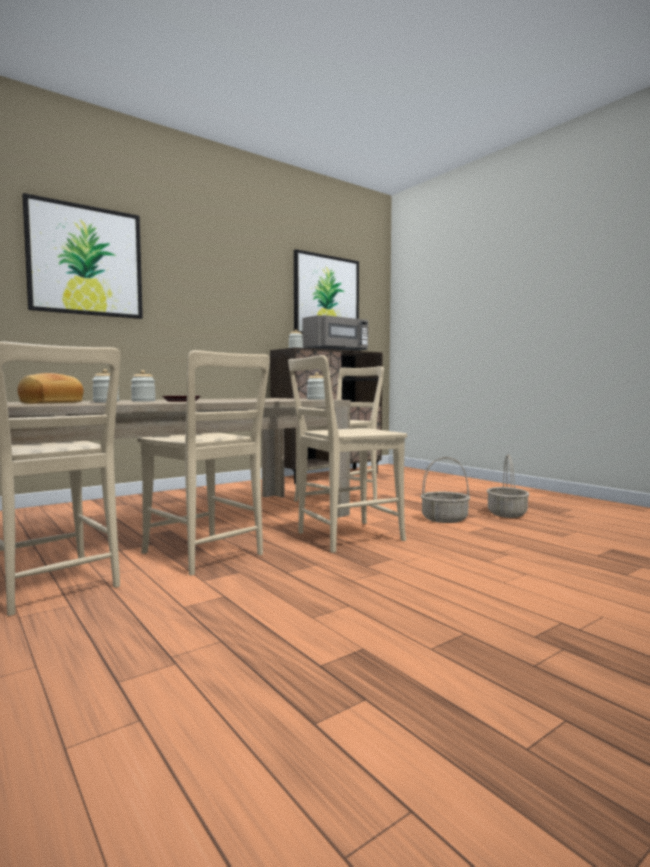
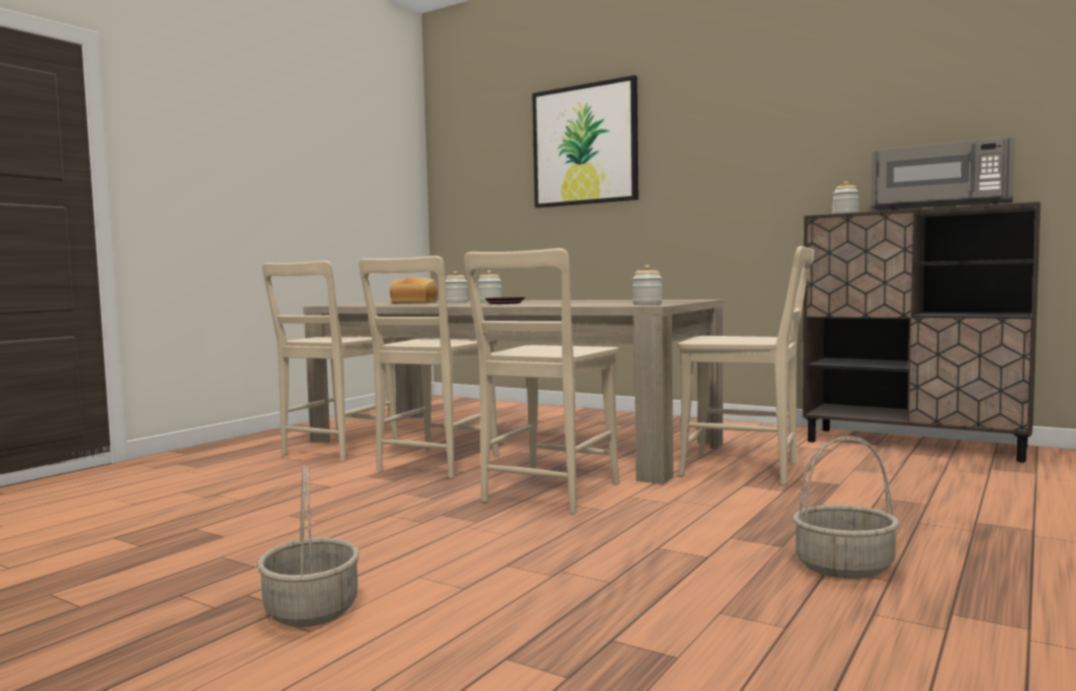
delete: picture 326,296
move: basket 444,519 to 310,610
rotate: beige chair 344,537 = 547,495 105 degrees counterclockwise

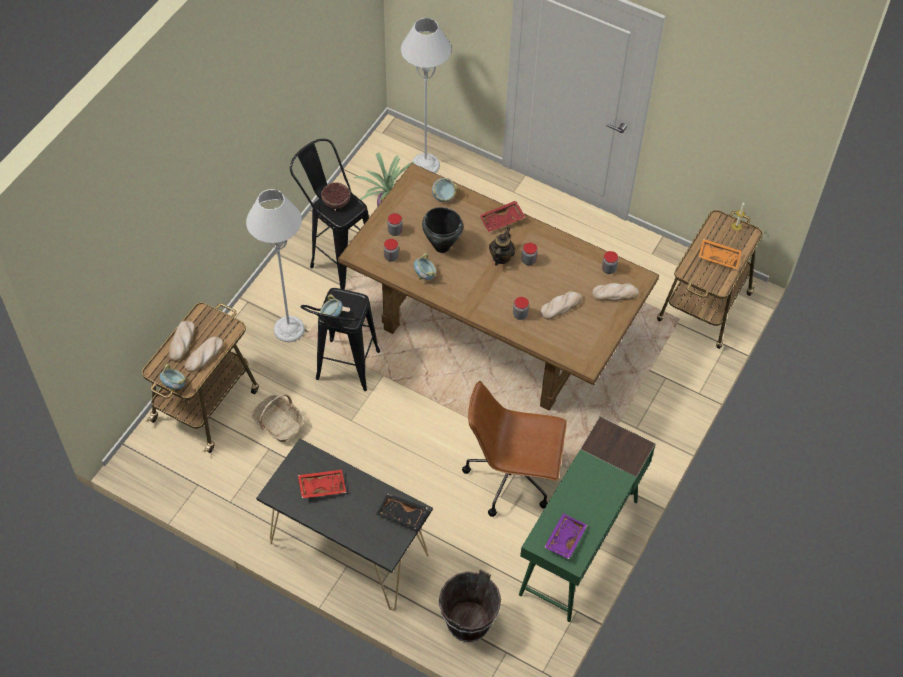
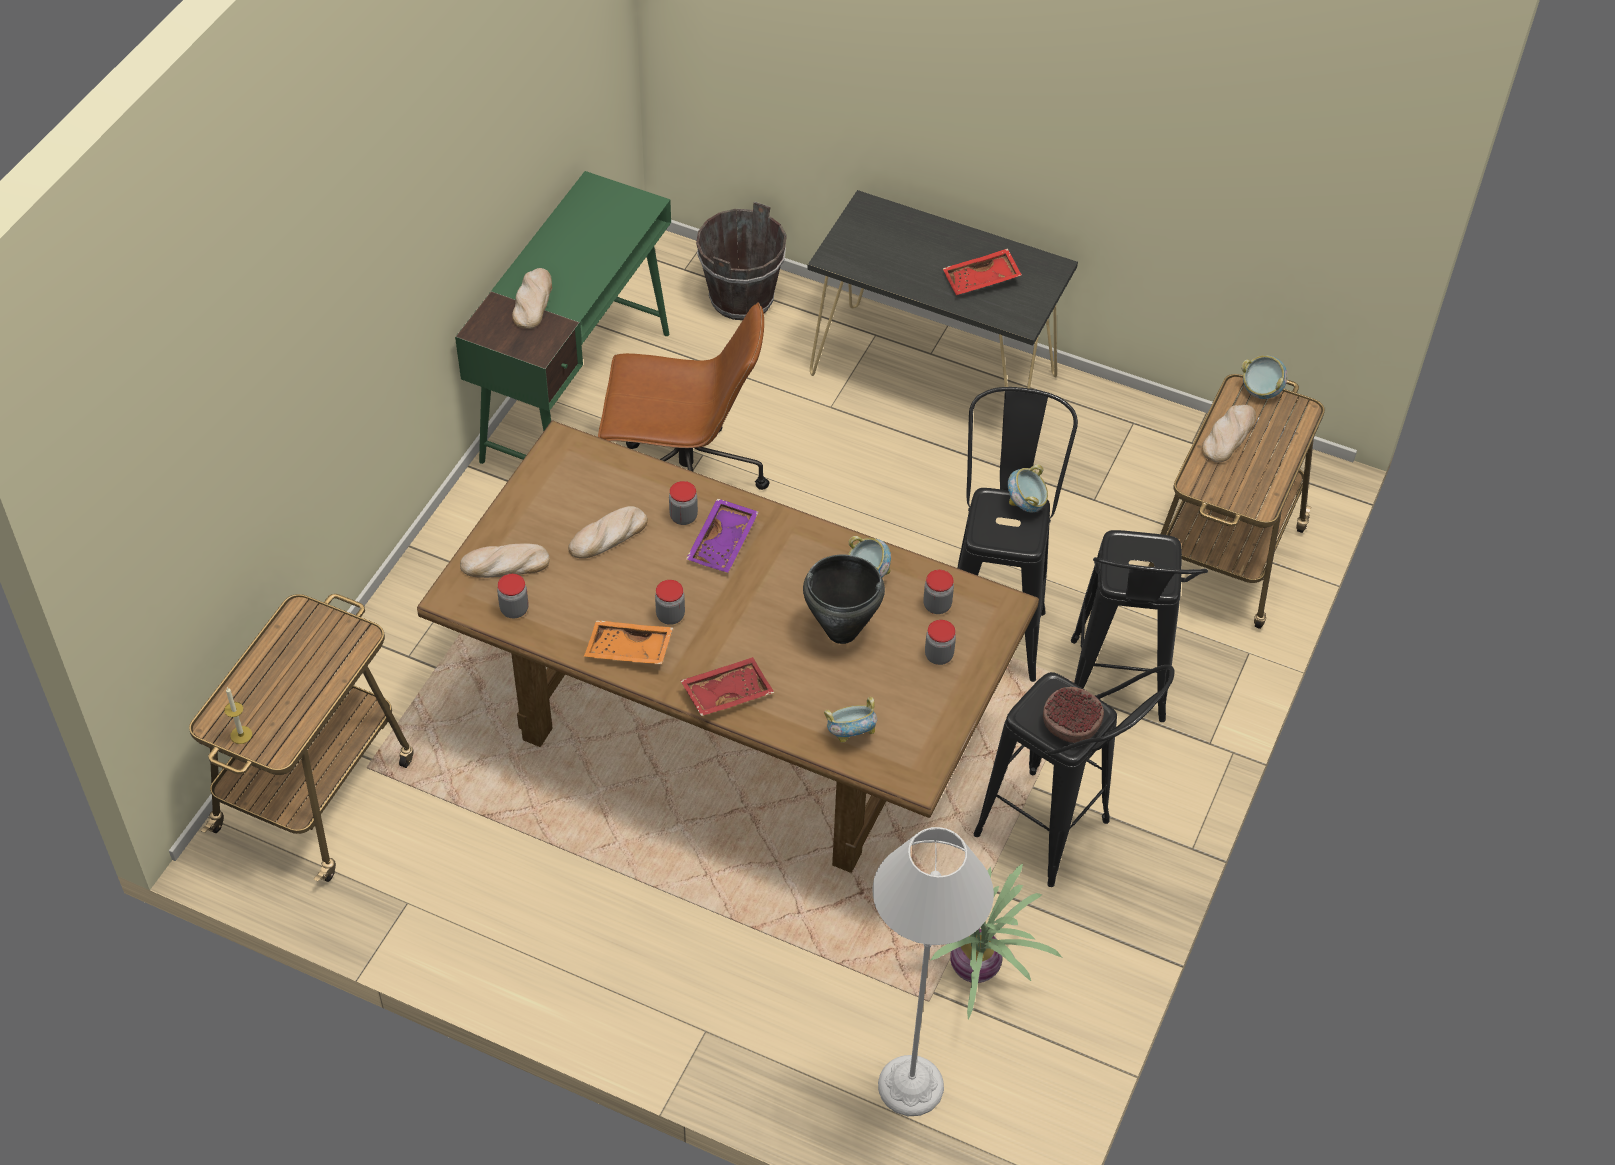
delete: basket 278,423; black tray 401,515; teapot 501,257
move: bread 182,342 to 532,301; purple tray 564,538 to 724,543; orange tray 719,257 to 628,651
replace: grey floor lamp 289,329 to black stool 1116,696

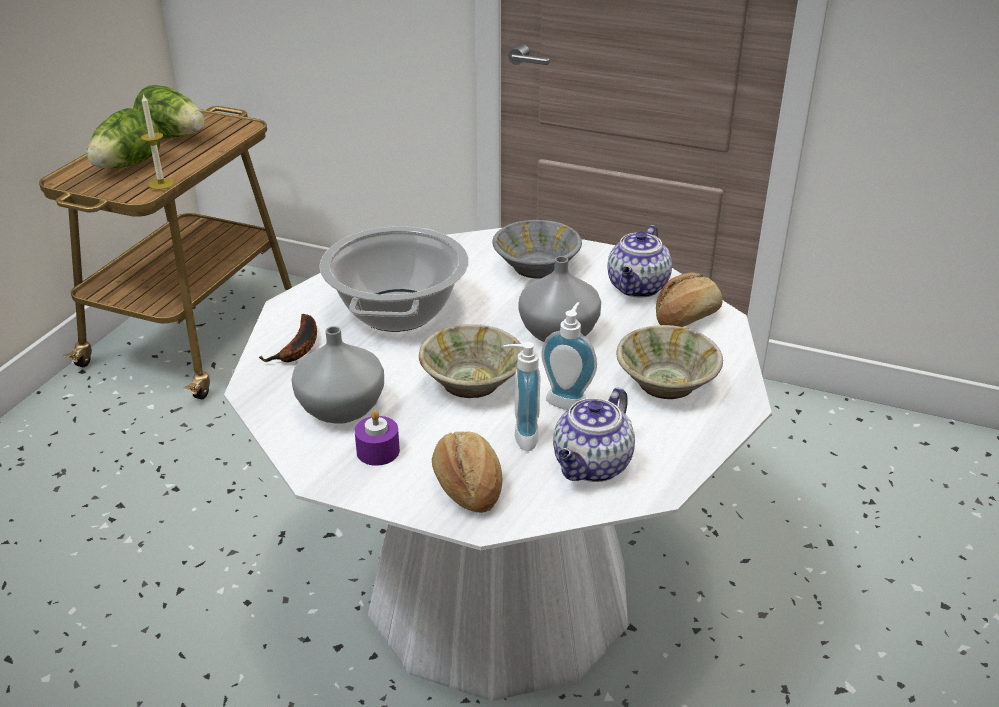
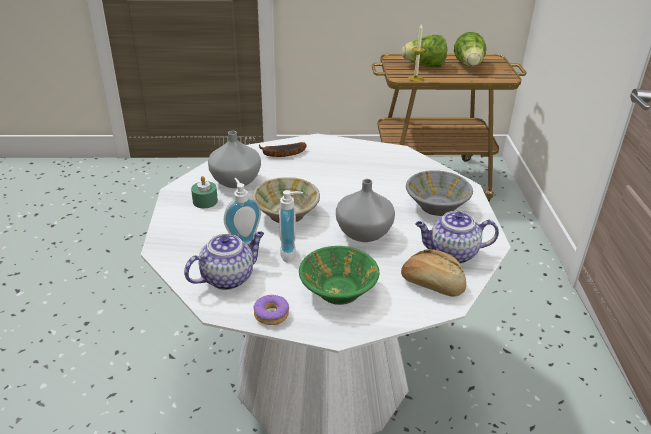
delete: cooking pot 397,310; bread 466,486
insert: donut 271,314
recolor: purple candle 378,451 to green candle 205,201; beige bowl 666,384 to green bowl 337,291
rotate: teapot 592,466 = 228,277 135 degrees clockwise

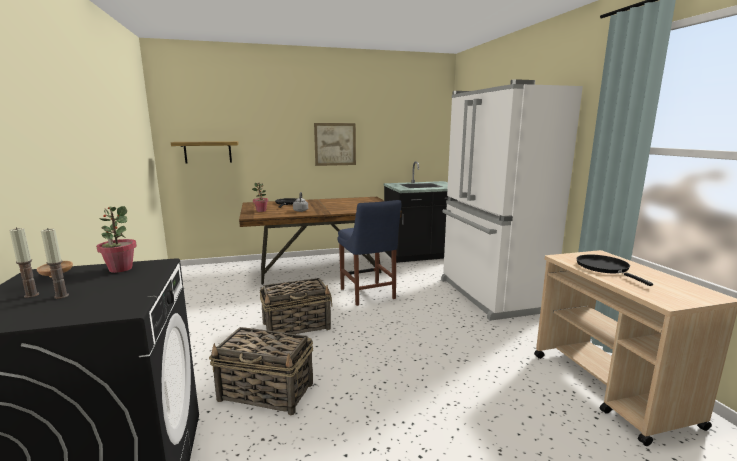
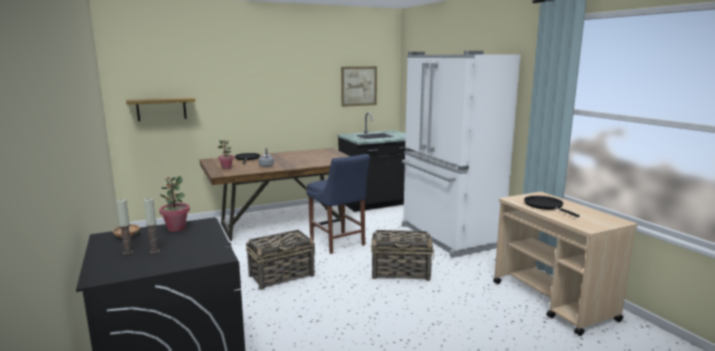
move: basket 267,392 to 401,272; picture 335,144 to 359,86

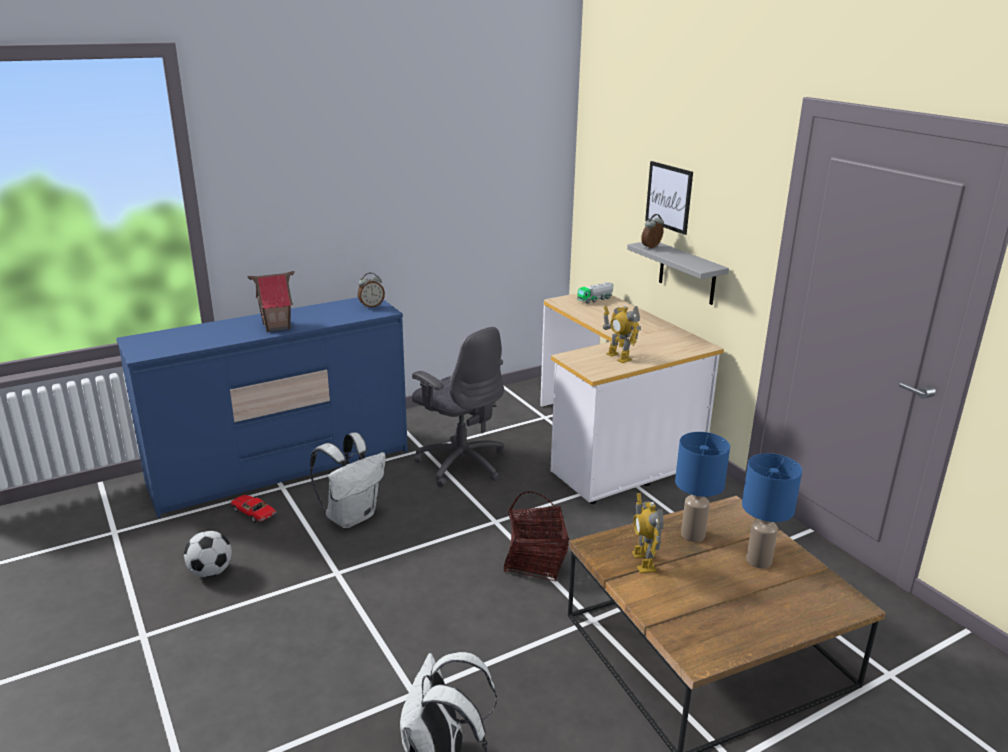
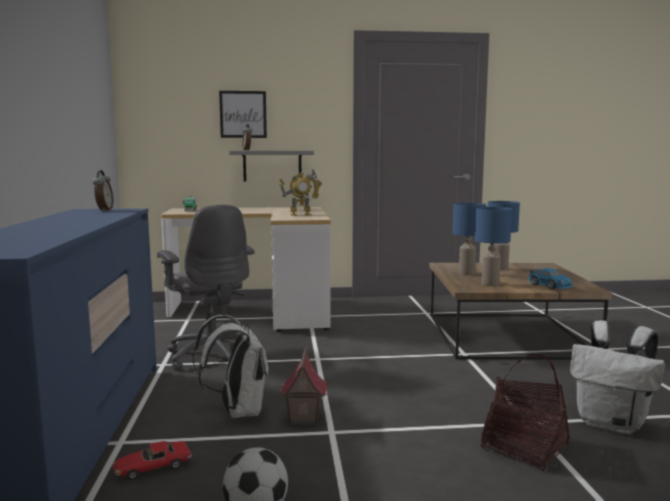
insert: toy car 550,286
move: toy house 276,326 to 303,419; basket 536,561 to 524,447
replace: toy robot 643,562 to blue table lamp 490,284
rotate: grey office chair 461,463 = 212,355 75 degrees clockwise

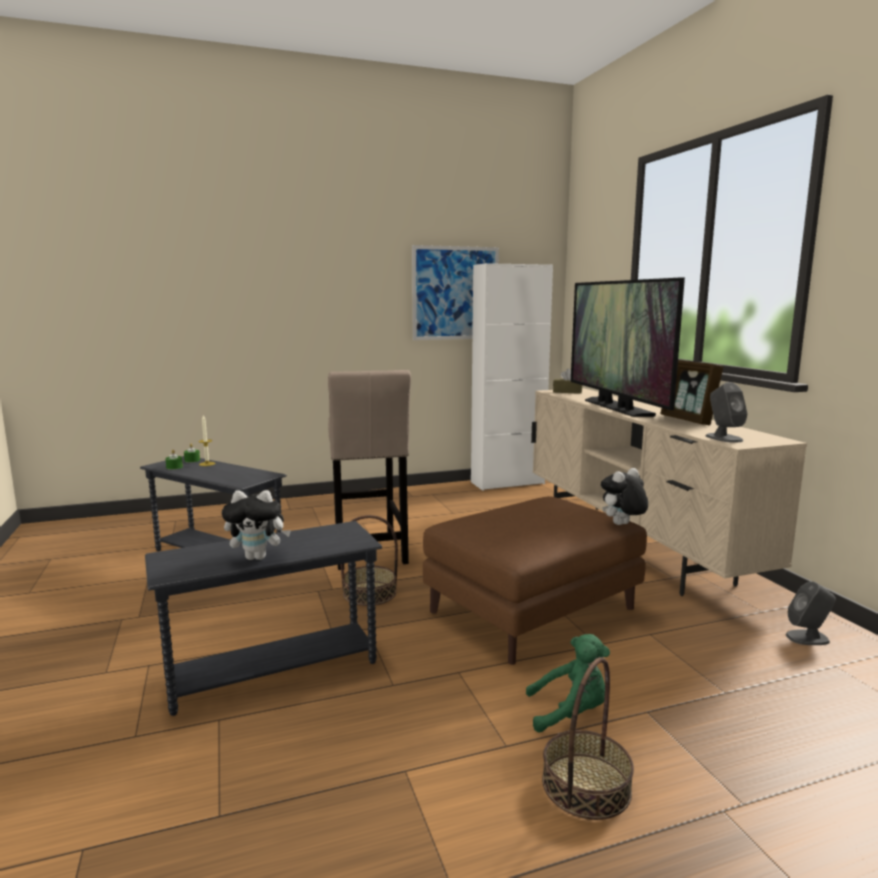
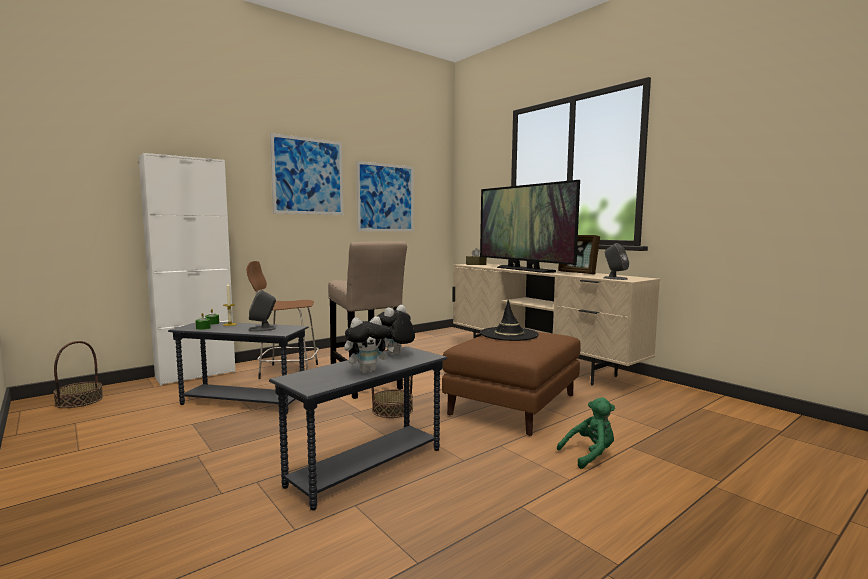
insert: brown stool 287,371; picture 308,176; black hat 509,334
move: white cabinet 507,483 to 196,374; basket 586,785 to 79,401; plush toy 622,525 to 395,354; grey speaker 808,638 to 262,329

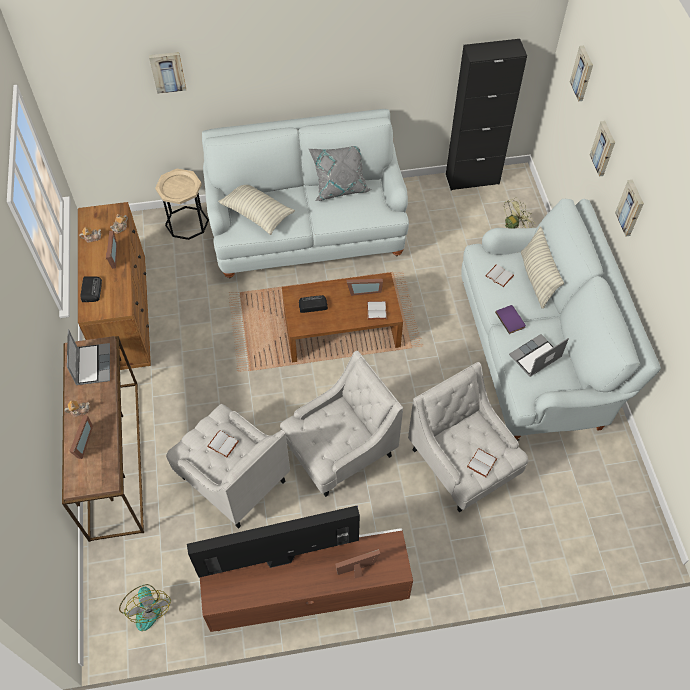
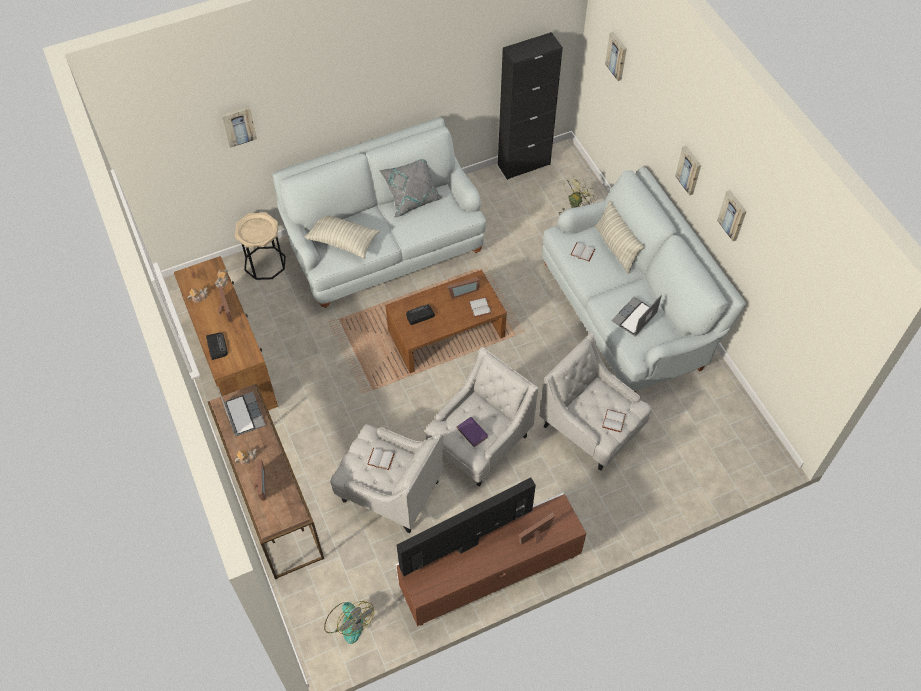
move: purple book 511,320 to 473,432; picture 604,148 to 733,215

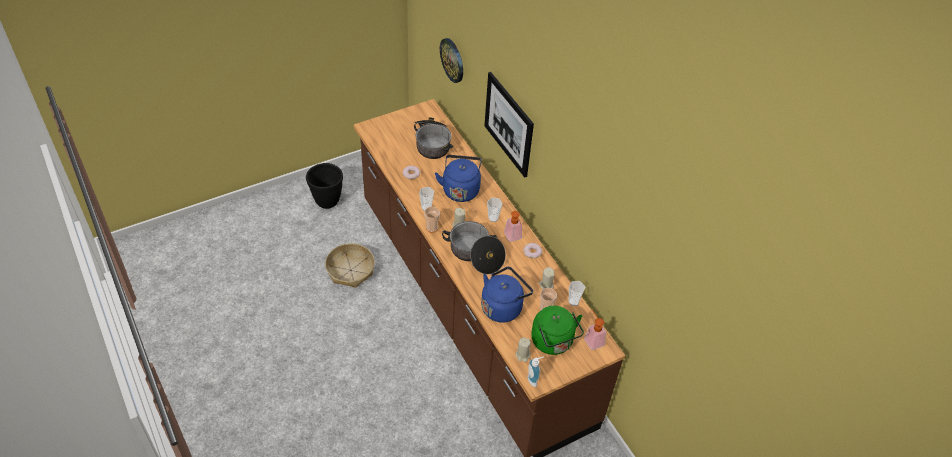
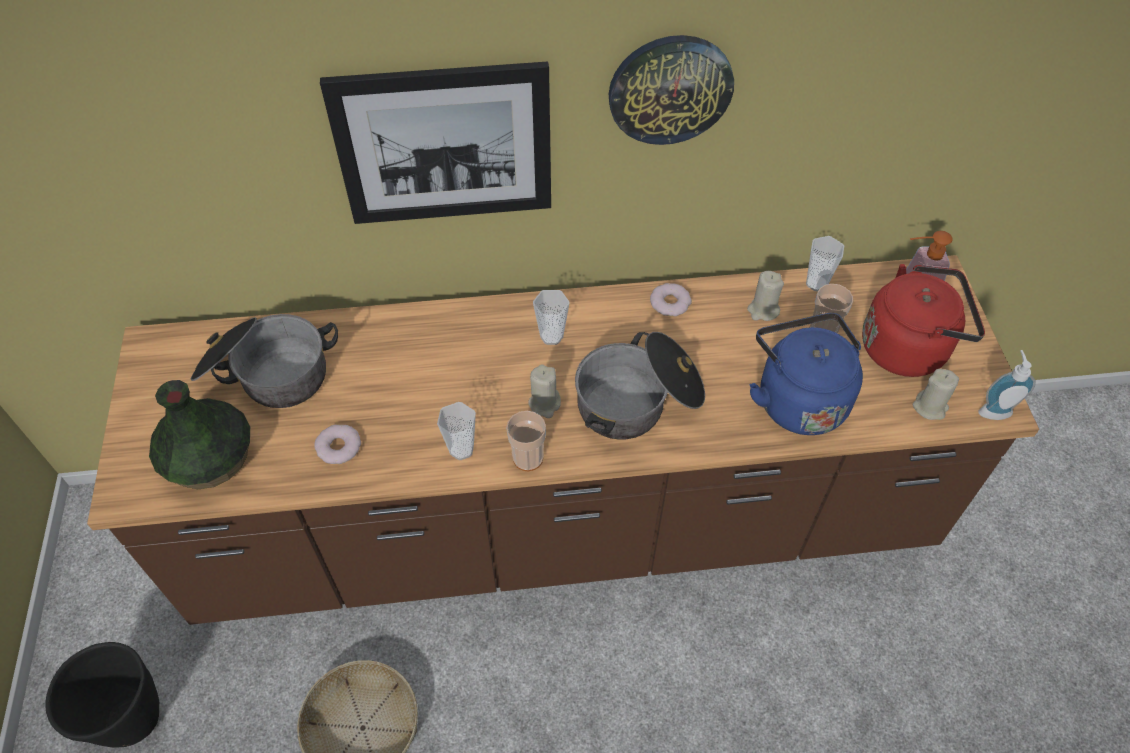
delete: blue kettle 460,189; soap dispenser 514,238
insert: vase 210,460
move: wall clock 452,60 to 670,89
recolor: green kettle 553,342 to red kettle 908,347

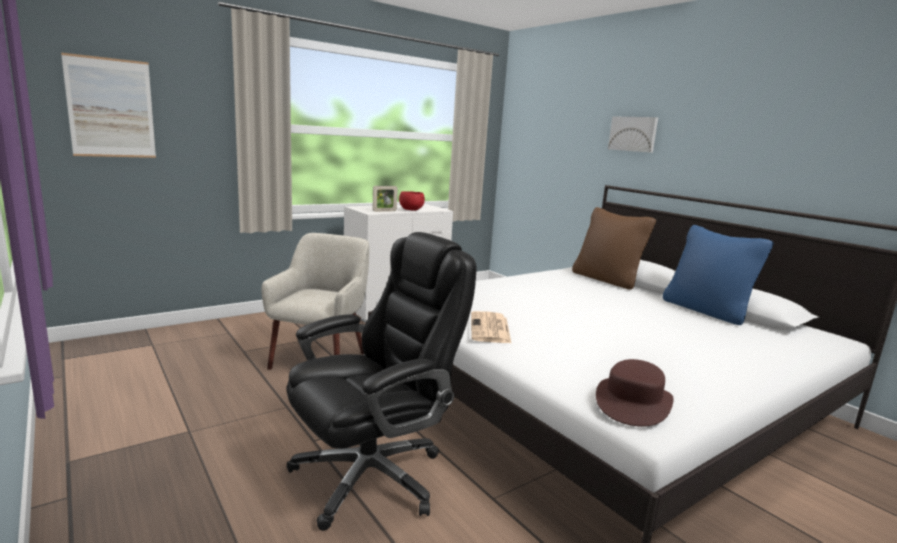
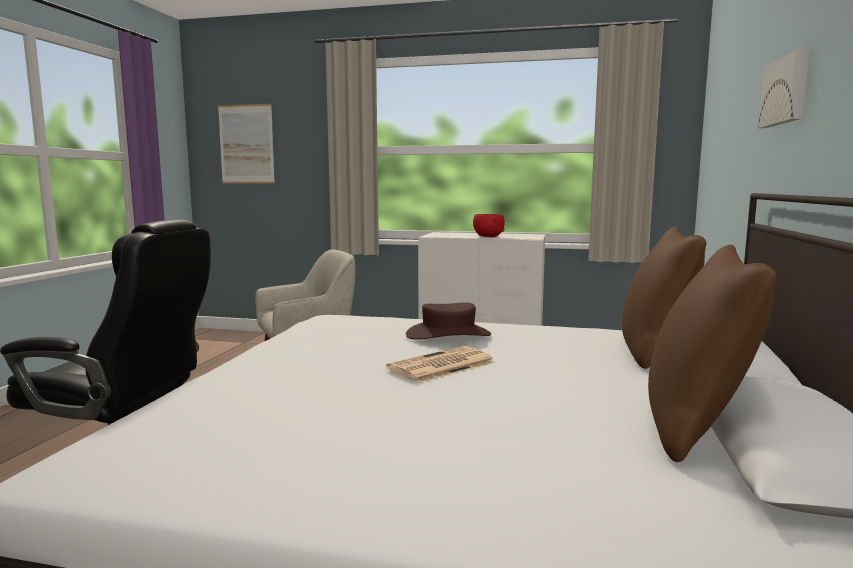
delete: picture frame 384,211
move: newspaper 490,328 to 441,366; brown hat 633,402 to 448,334
recolor: blue pillow 706,311 to brown pillow 695,427

